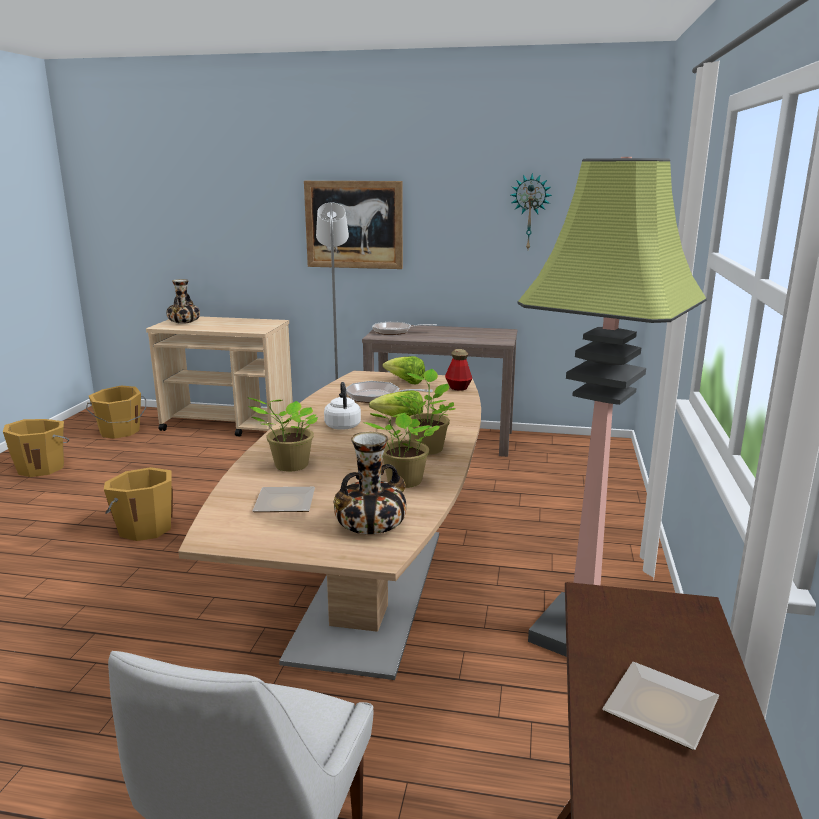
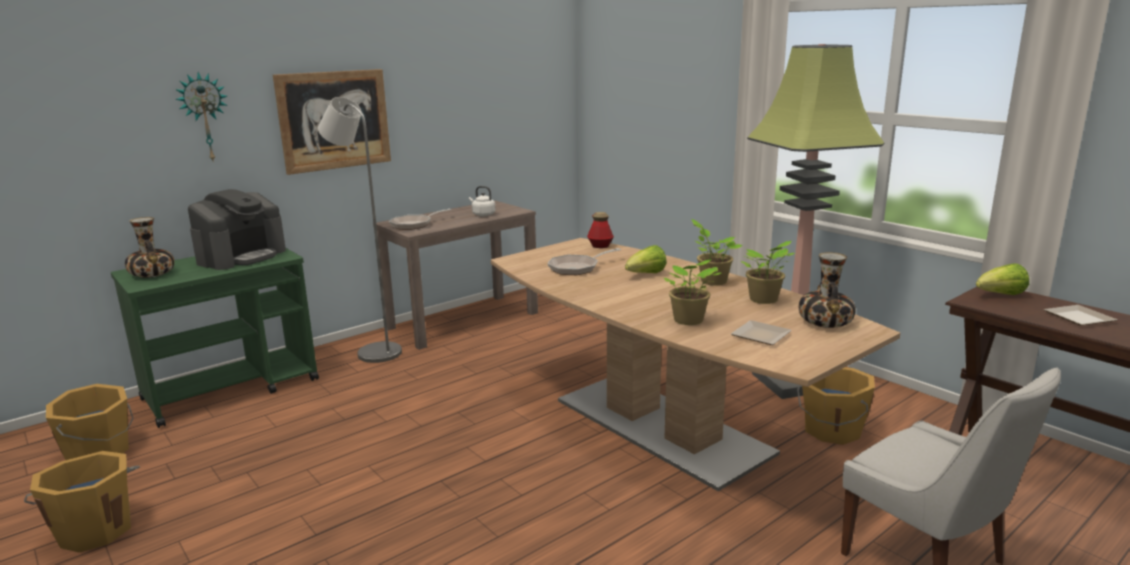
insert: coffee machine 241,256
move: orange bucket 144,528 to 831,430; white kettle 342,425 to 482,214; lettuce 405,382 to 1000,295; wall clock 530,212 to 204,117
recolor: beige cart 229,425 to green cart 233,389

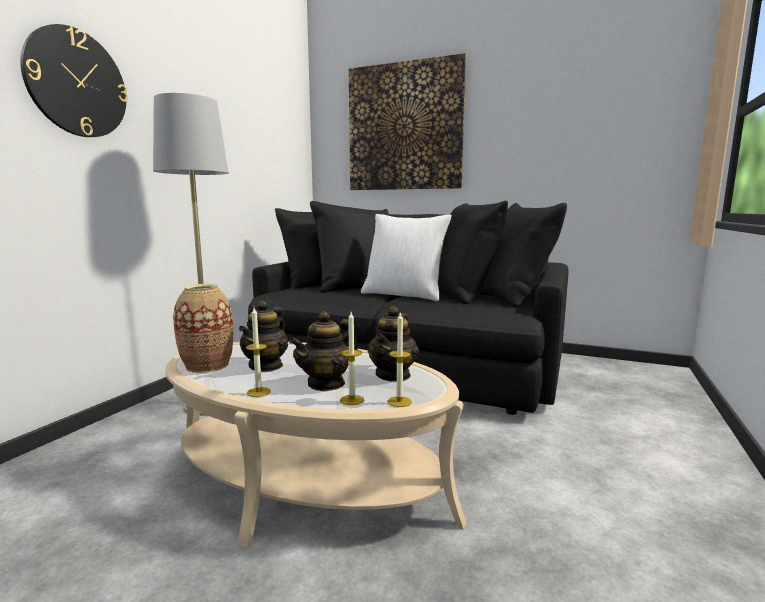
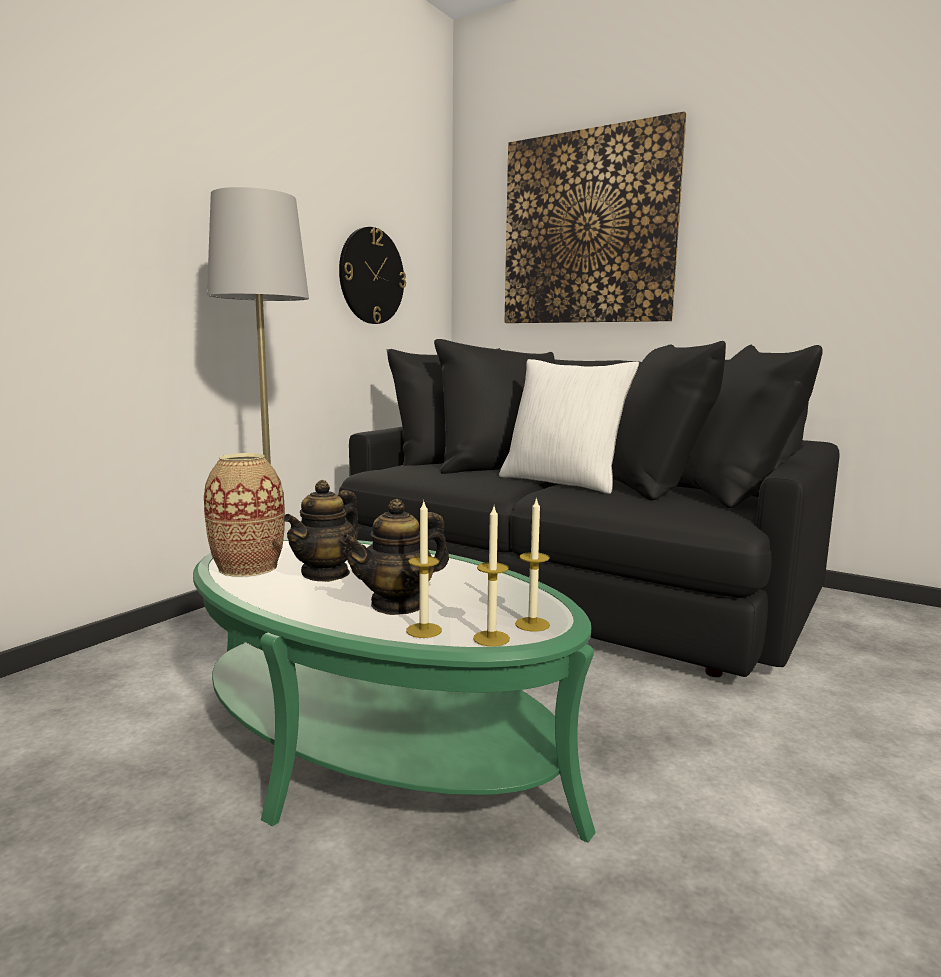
delete: teapot 393,375
move: wall clock 77,83 to 371,276; candle 258,392 to 532,624
recolor: beige coffee table 306,482 to green coffee table 375,745

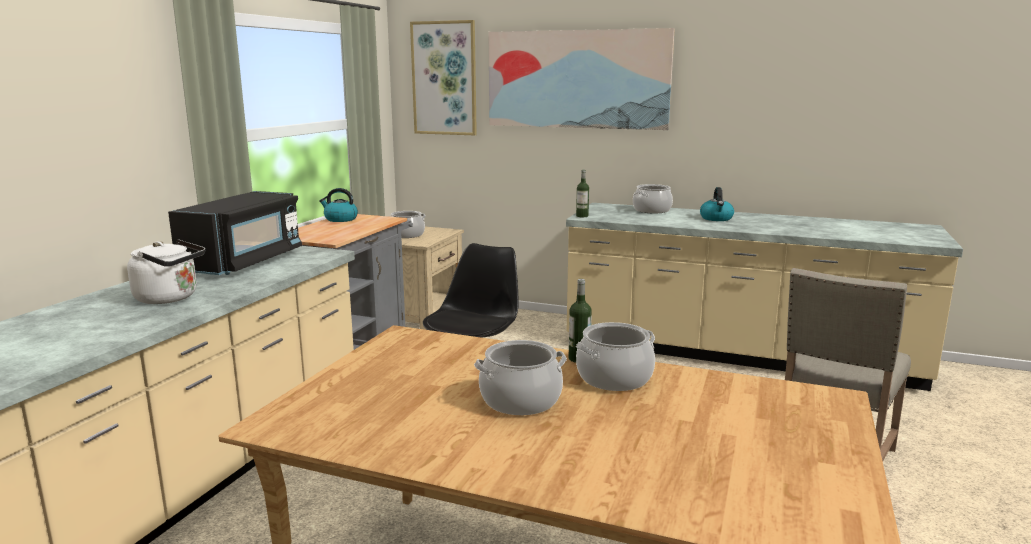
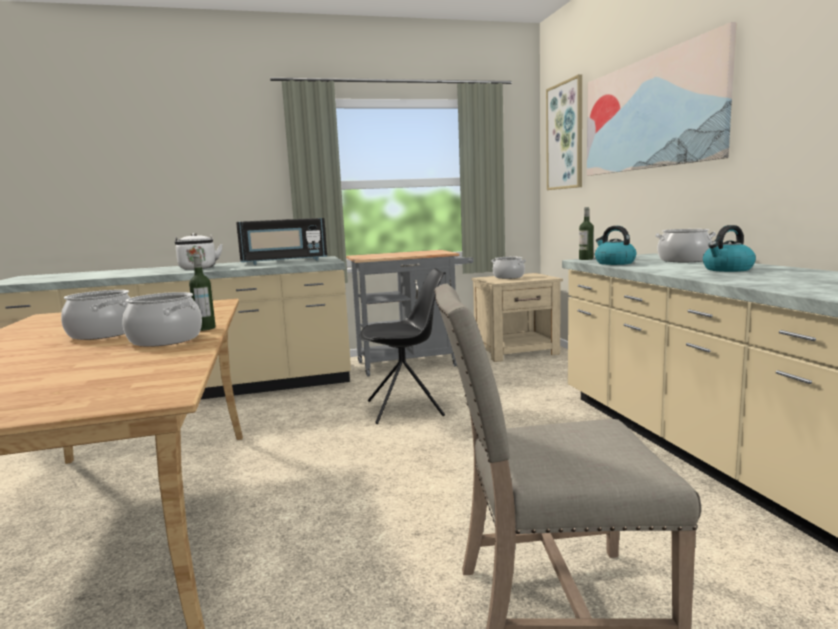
move: kettle 340,219 to 614,263

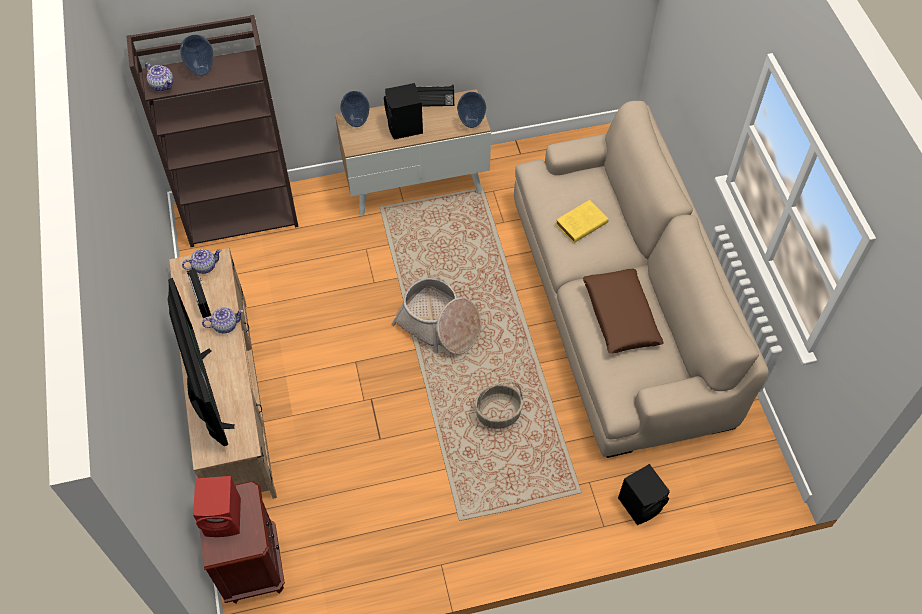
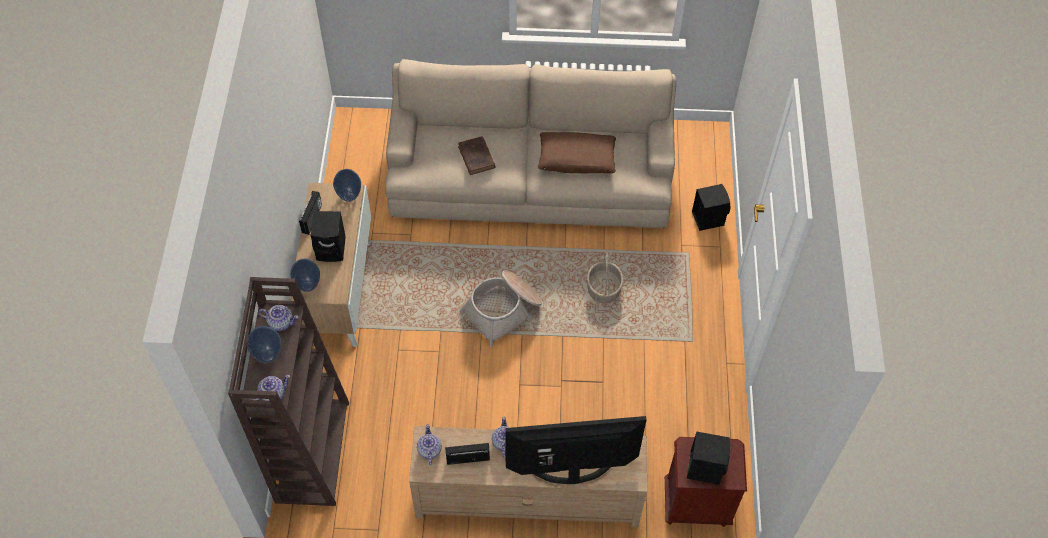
insert: teapot 280,322
recolor: red speaker 224,517 to black speaker 705,467; yellow book 580,224 to brown book 477,158

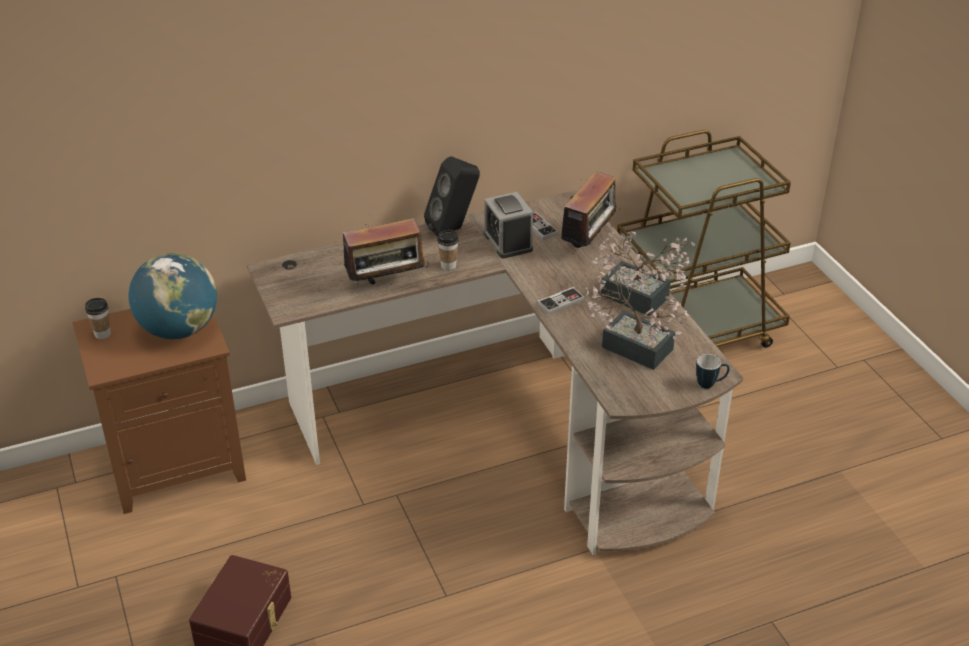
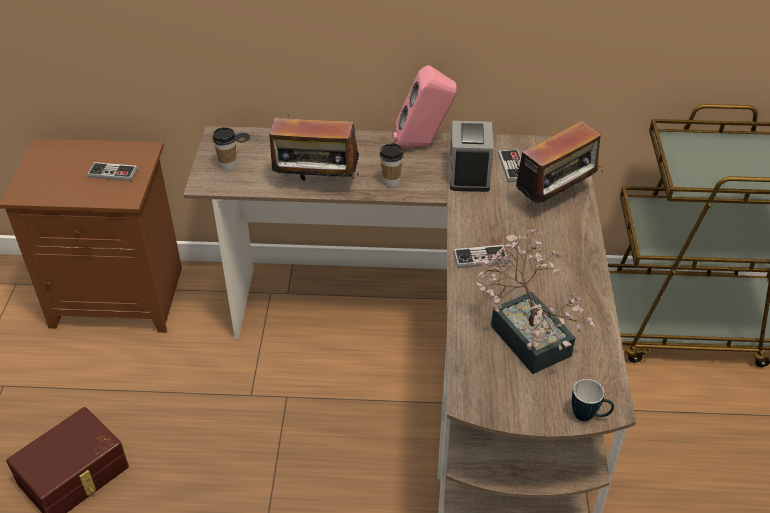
delete: potted plant 641,300
move: cup 102,334 to 228,165
replace: globe 179,330 to game controller 112,173
recolor: black speaker 454,229 to pink speaker 423,145

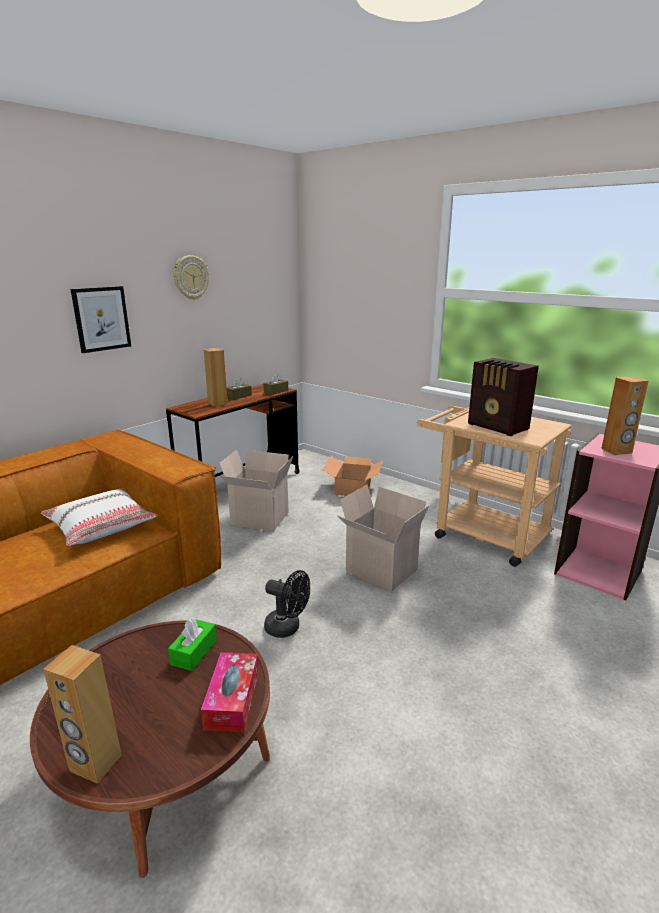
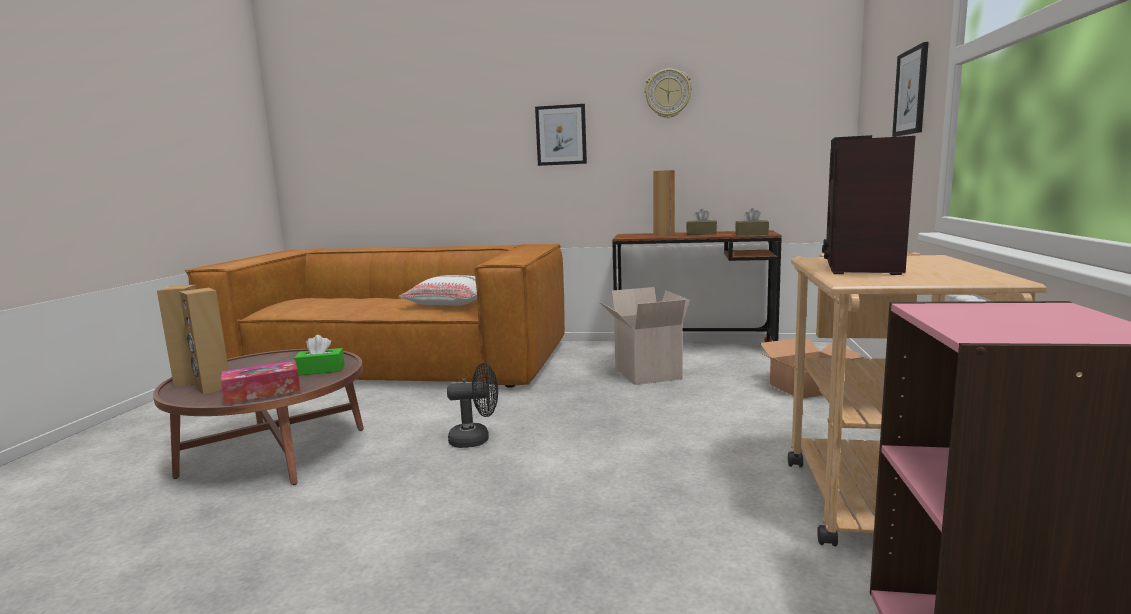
delete: cardboard box 379,571
insert: picture 911,92
move: brown speaker 616,451 to 213,388
rotate: black fan 287,628 = 476,439 90 degrees counterclockwise

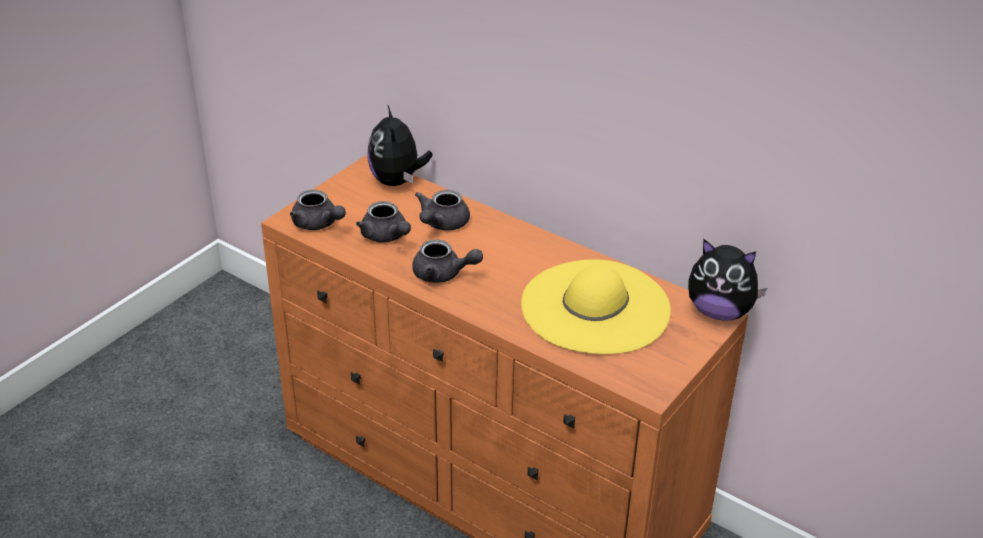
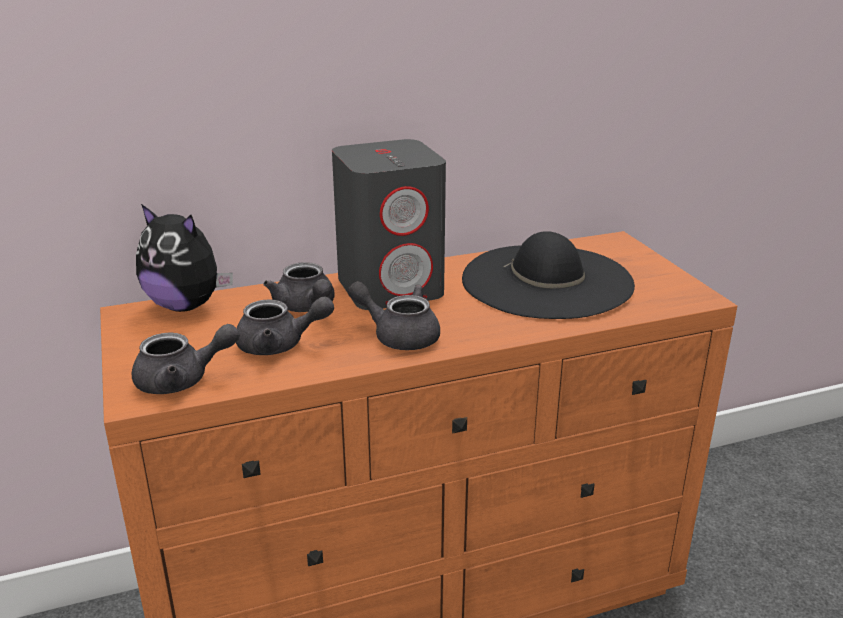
delete: plush toy 719,312
insert: grey speaker 391,287
recolor: yellow hat 595,307 to black hat 547,281
rotate: grey teapot 443,274 = 399,335 120 degrees counterclockwise

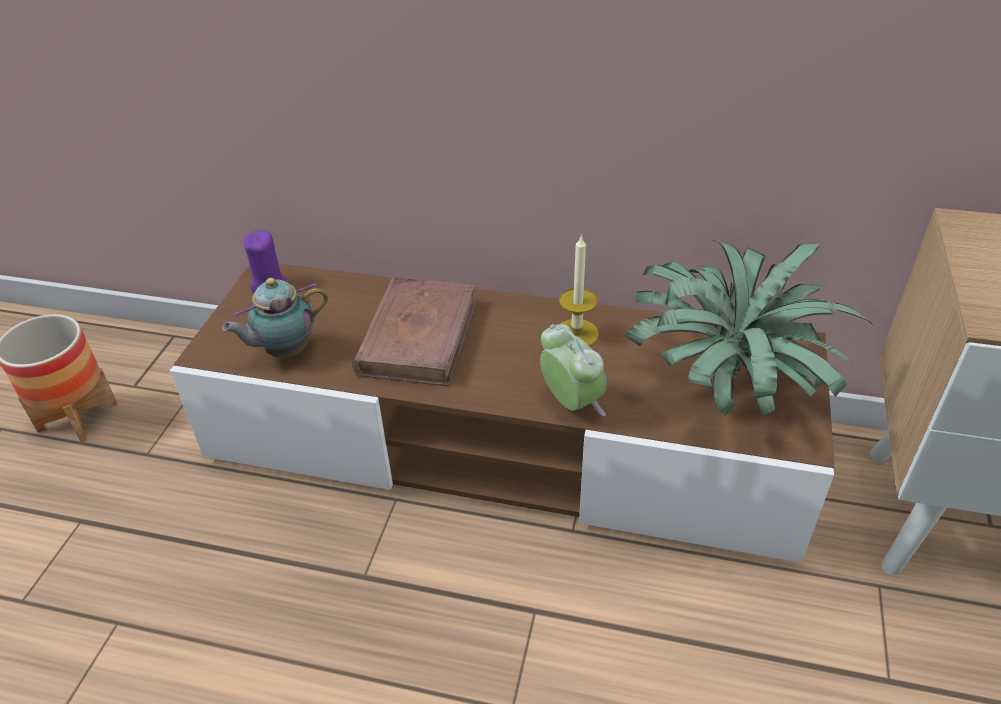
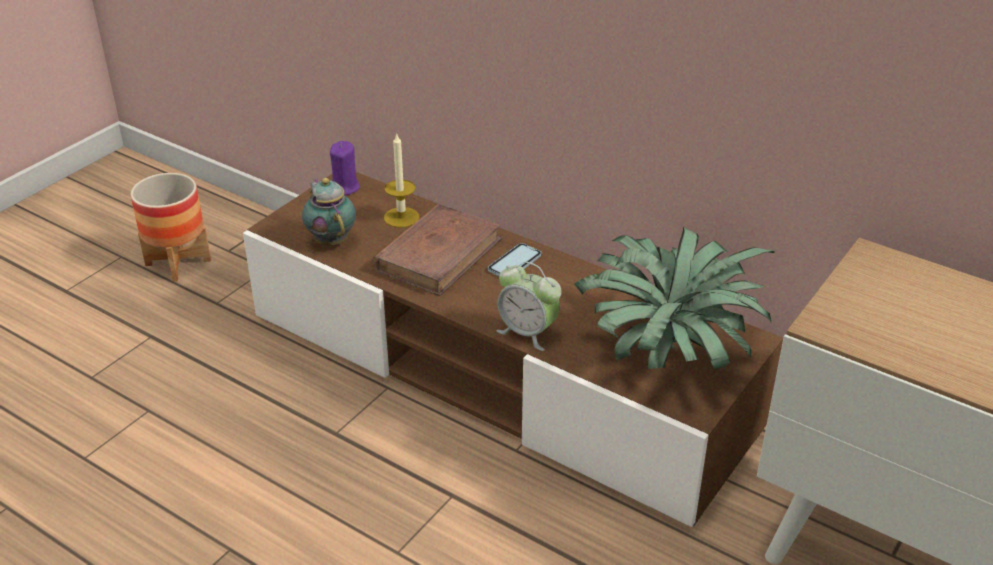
insert: phone 514,263
move: candle 576,333 to 401,217
rotate: teapot 284,351 = 331,240 75 degrees clockwise; alarm clock 571,403 = 527,332 135 degrees clockwise

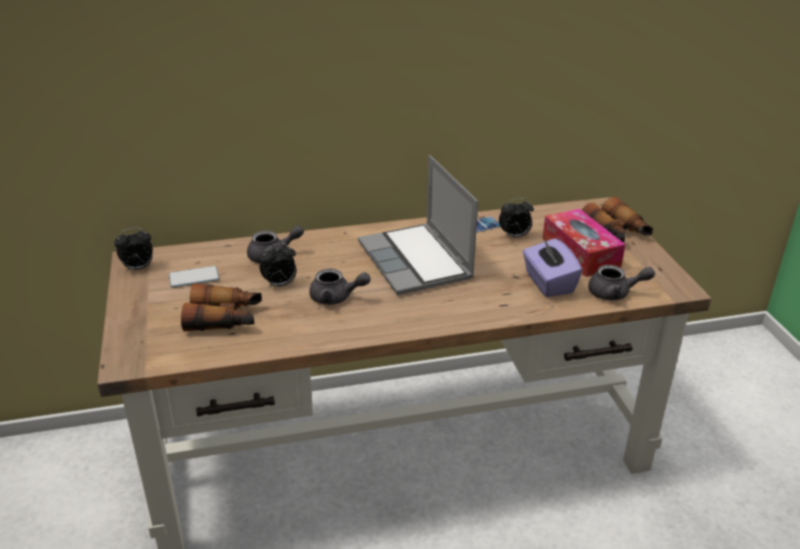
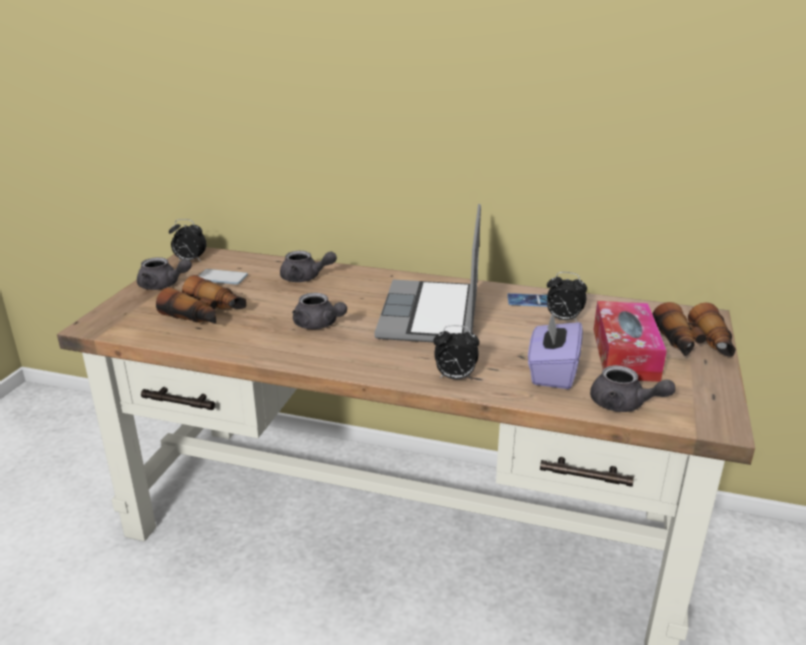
insert: grey teapot 163,285
move: alarm clock 280,284 to 454,377

